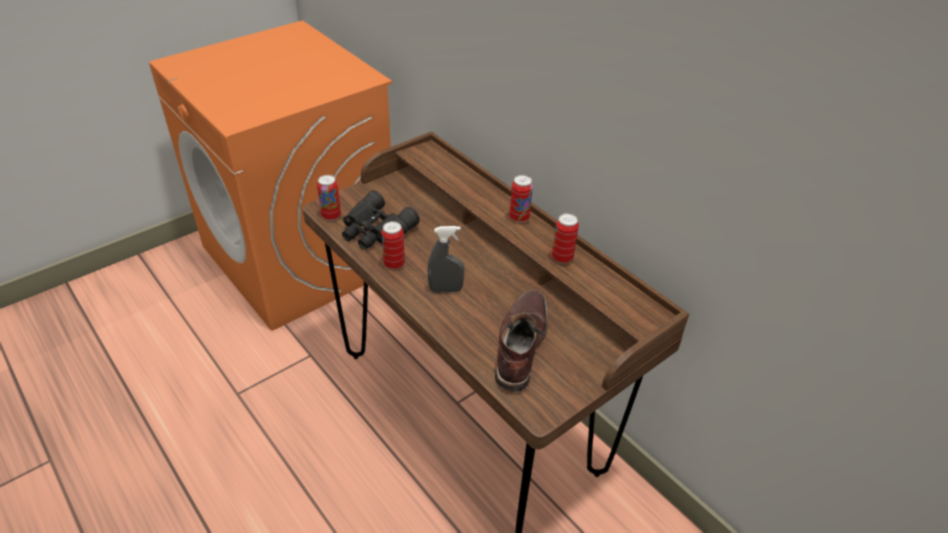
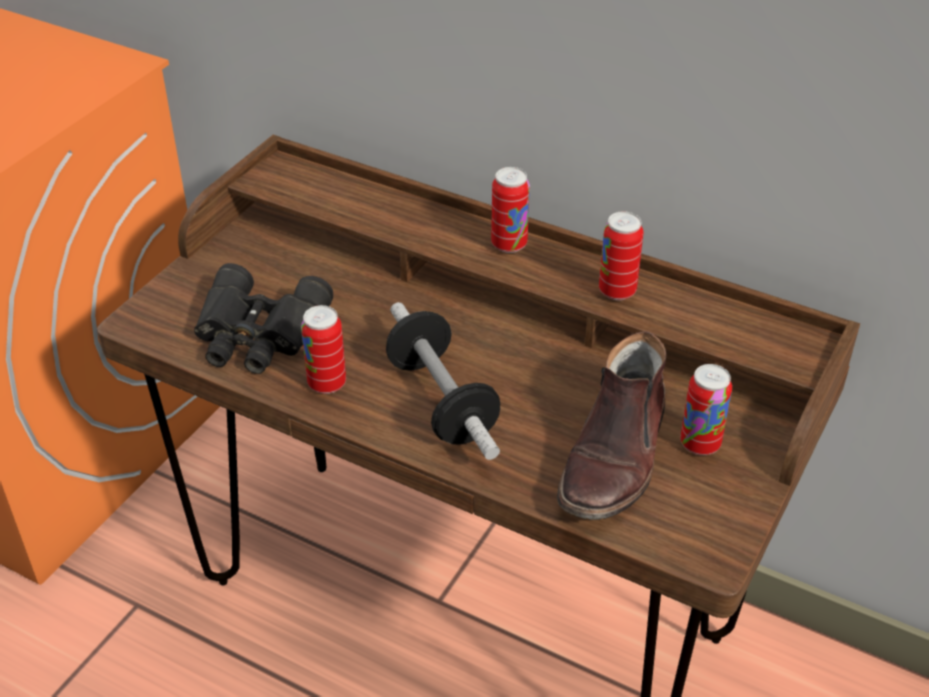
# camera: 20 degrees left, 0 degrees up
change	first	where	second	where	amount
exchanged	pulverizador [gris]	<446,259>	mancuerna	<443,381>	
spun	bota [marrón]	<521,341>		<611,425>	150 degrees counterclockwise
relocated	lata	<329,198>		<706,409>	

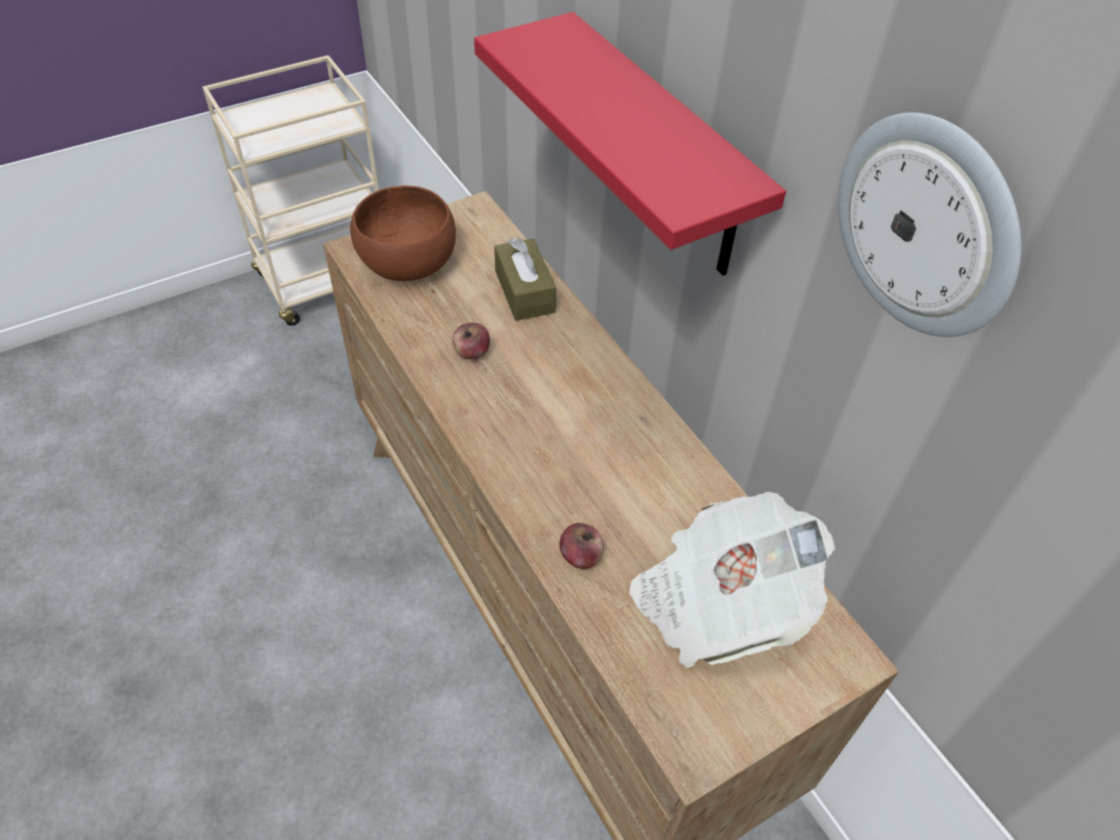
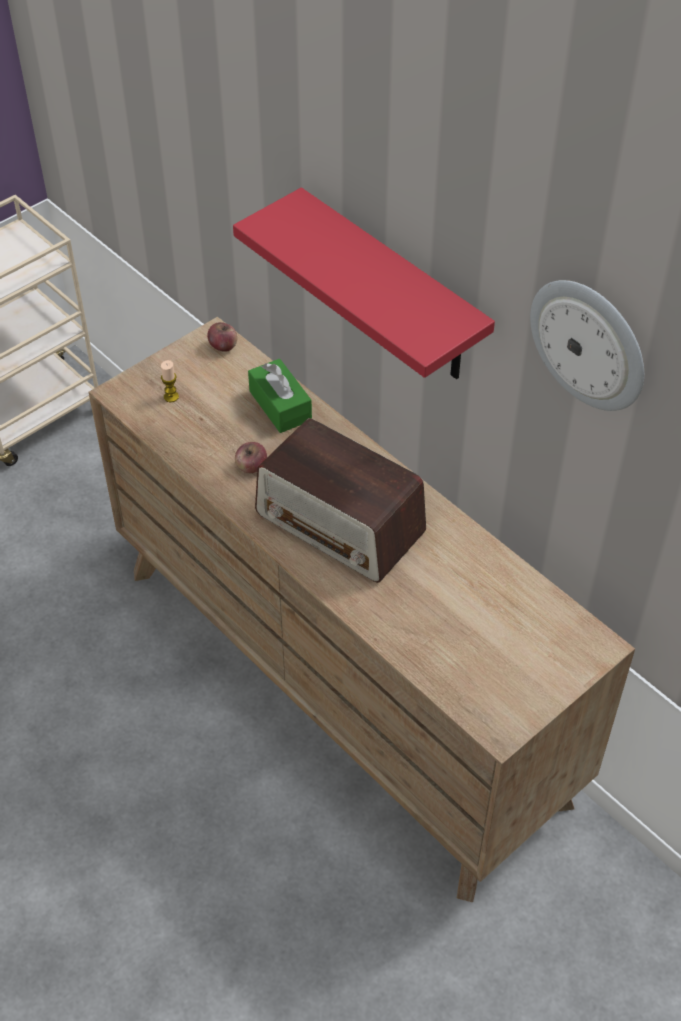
# camera: 10 degrees left, 0 degrees up
change	first	where	second	where	amount
exchanged	cuenco [marrón]	<403,233>	vela	<170,381>	
relocated	manzana	<581,546>		<222,337>	
colour	caja de pañuelos [marrón]	<525,279>	caja de pañuelos [verde]	<280,396>	
appeared			radio	<340,500>	
missing	periódico	<732,580>			

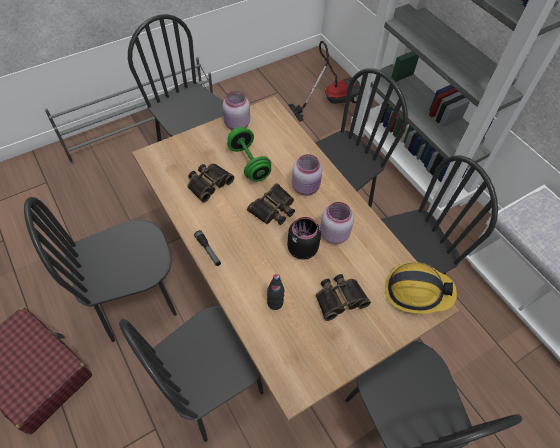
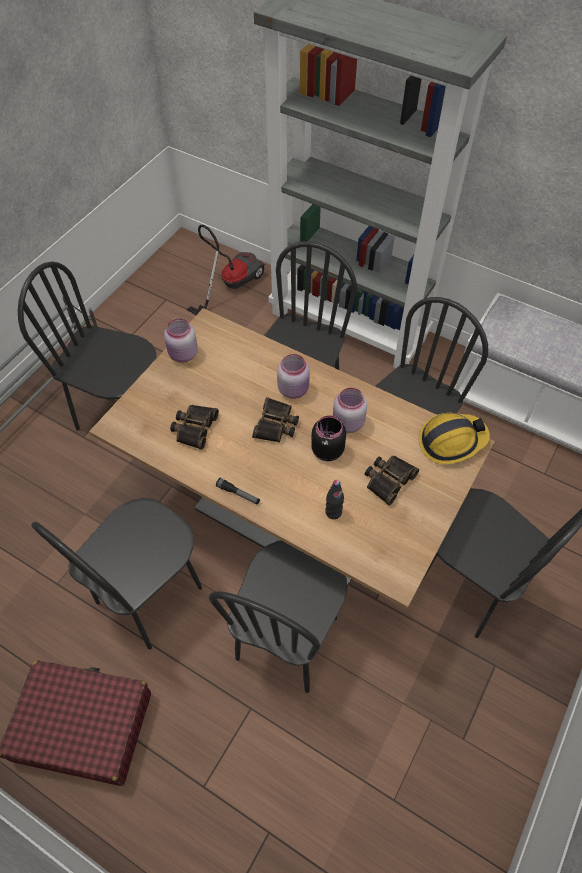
# camera: 25 degrees left, 0 degrees up
change	first	where	second	where	amount
missing	mancuerna [verde]	<249,154>			

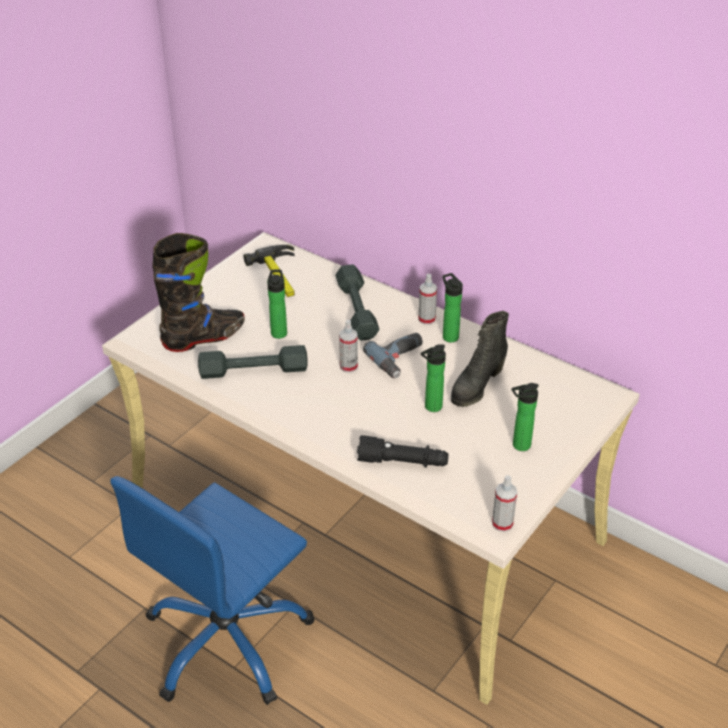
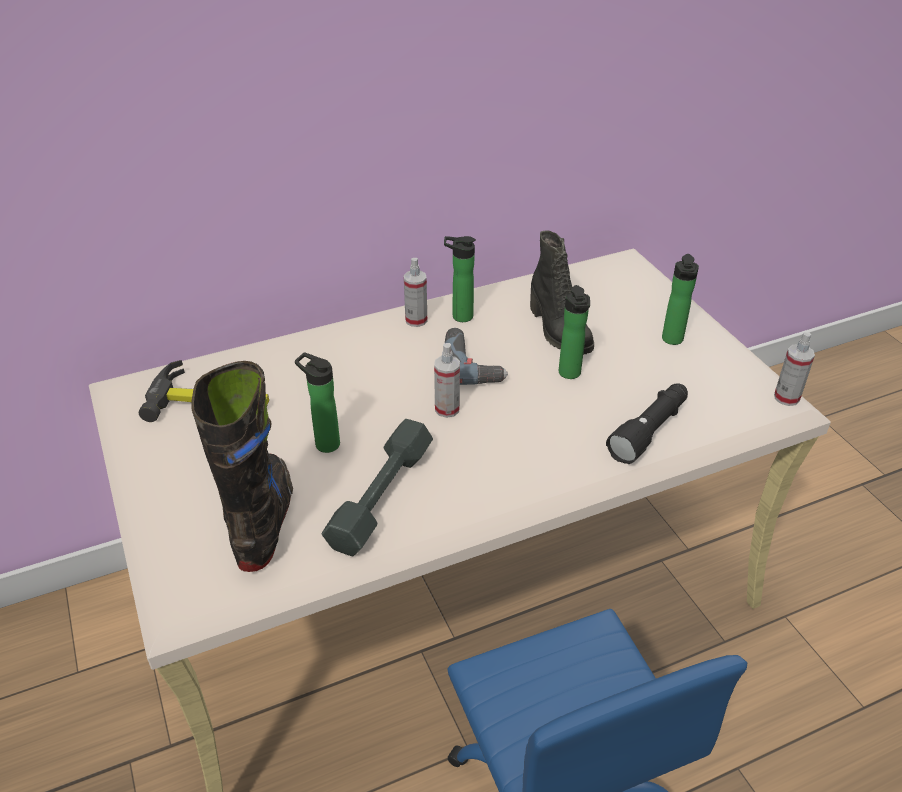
# camera: 60 degrees left, 0 degrees up
change	first	where	second	where	amount
missing	mancuerna [gris]	<357,302>			

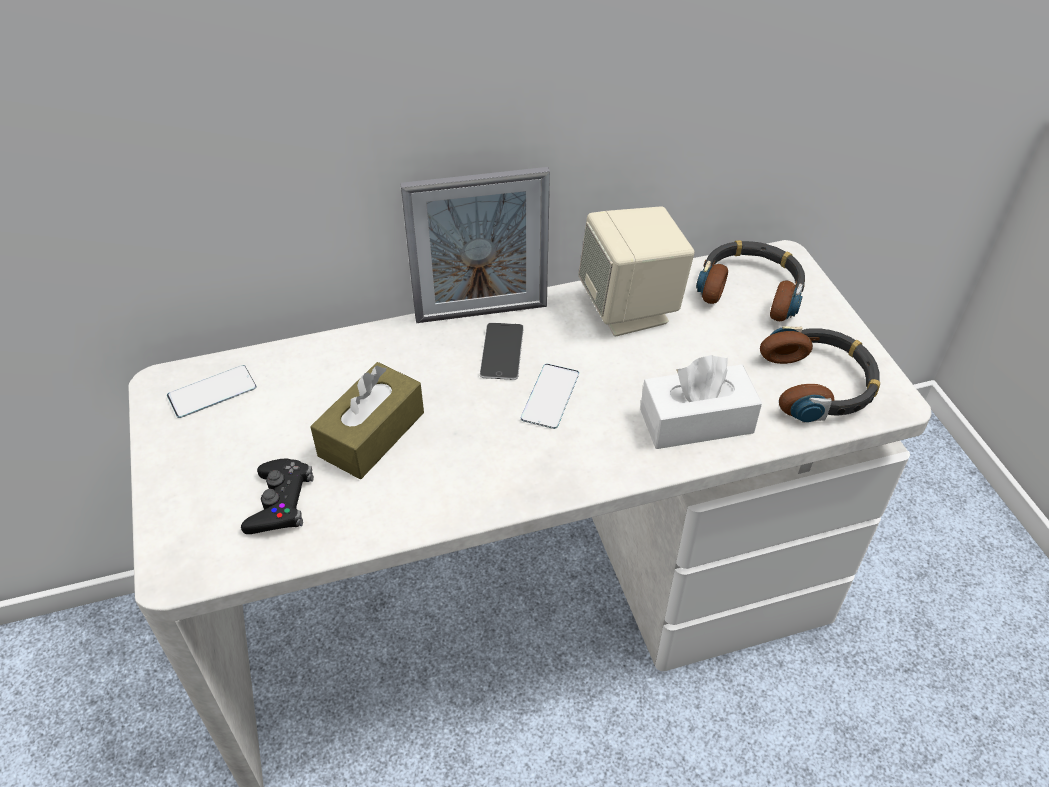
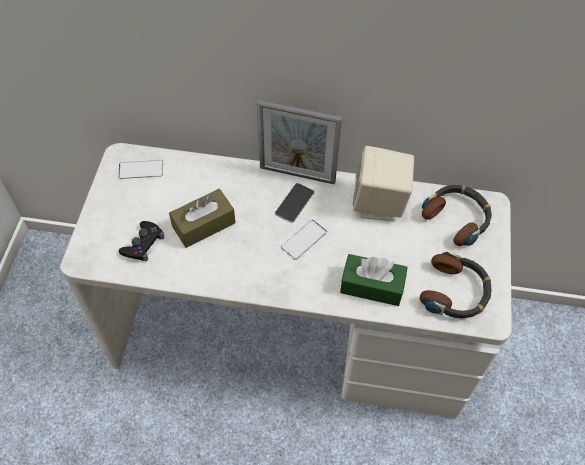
# camera: 25 degrees right, 10 degrees up
change	first	where	second	where	amount
colour	caja de pañuelos [blanco]	<701,402>	caja de pañuelos [verde]	<374,280>	

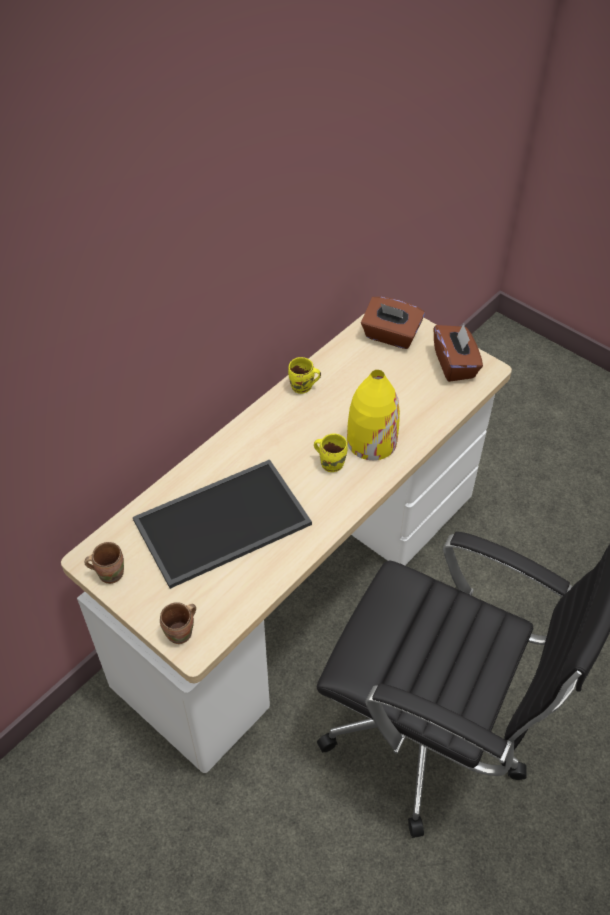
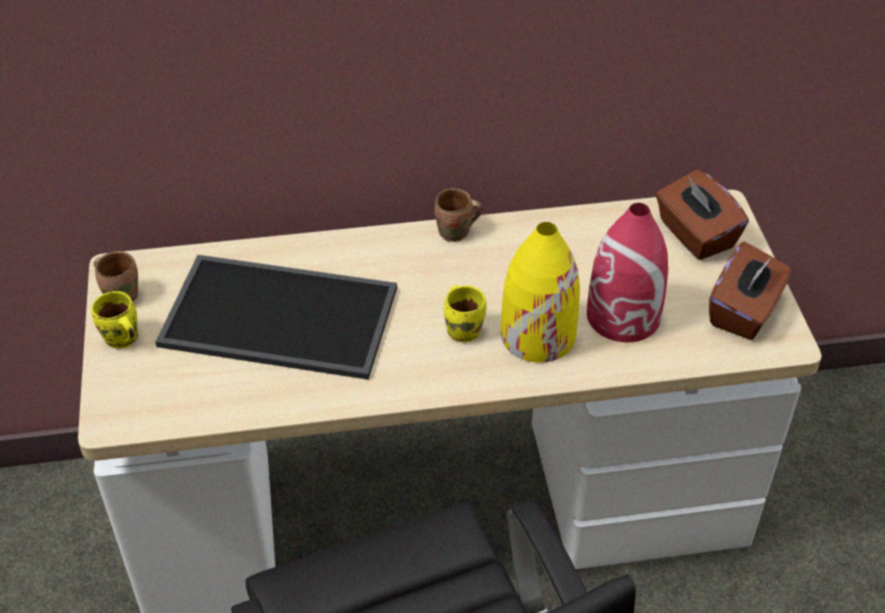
# camera: 40 degrees right, 5 degrees down
change	first	where	second	where	amount
relocated	taza grande [amarillo]	<304,375>		<114,320>	
relocated	taza grande [marrón]	<178,623>		<458,215>	
appeared			florero [rojo]	<627,272>	

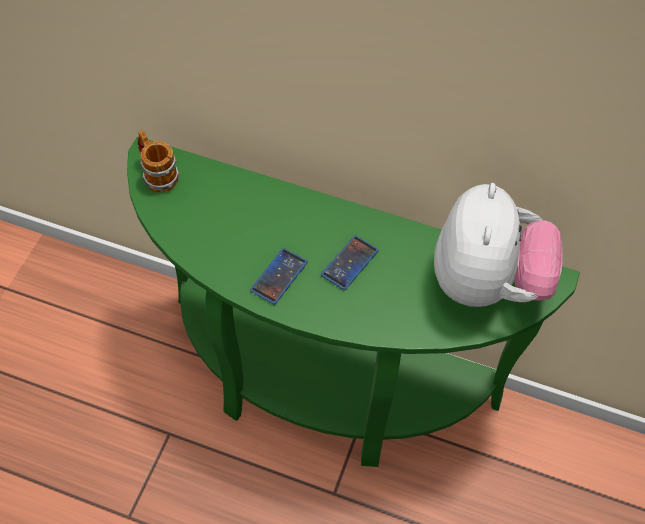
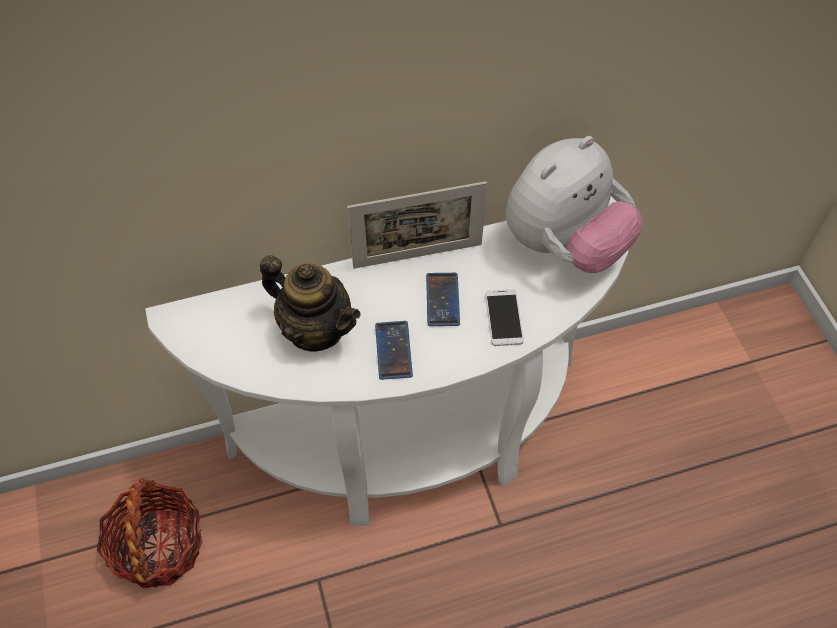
# camera: 35 degrees left, 0 degrees up
change	first	where	second	where	amount
appeared			cesta	<150,532>	
colour	mesa consola [verde]	<353,301>	mesa consola [blanco]	<387,361>	
appeared			tetera	<310,303>	
appeared			portarretratos	<417,225>	
appeared			móvil	<504,318>	
spun	peluche	<498,245>		<574,204>	75 degrees clockwise
missing	taza grande	<159,161>			

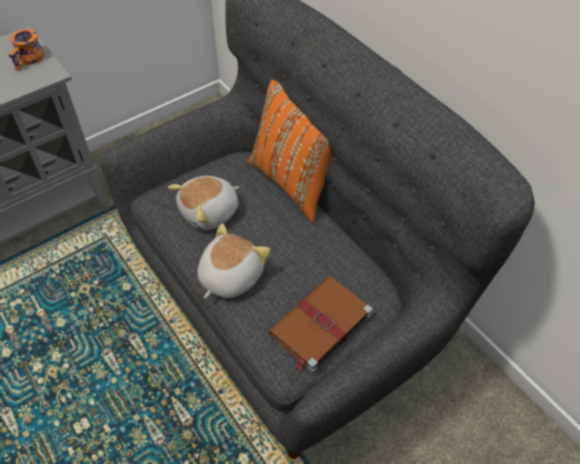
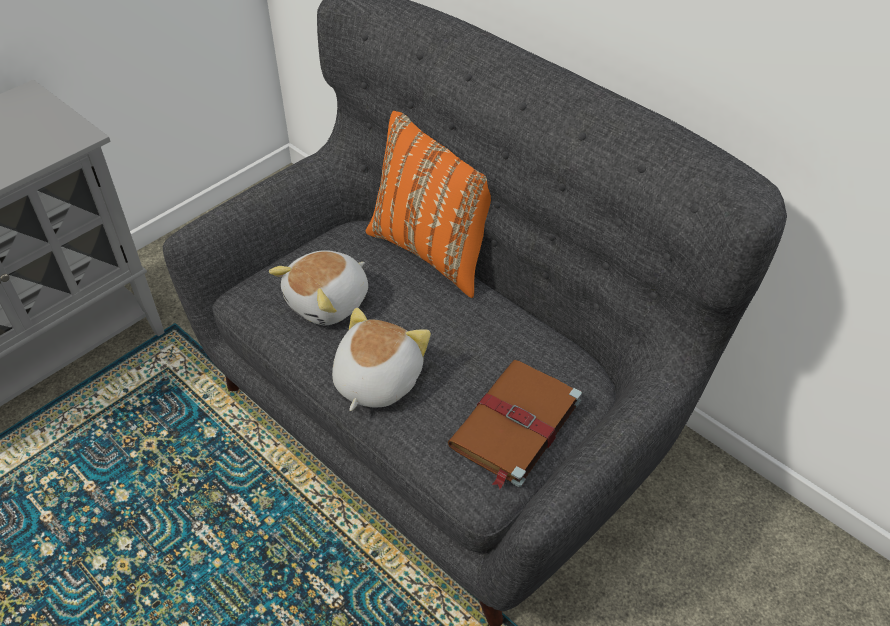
# camera: 10 degrees left, 5 degrees down
change	first	where	second	where	amount
missing	taza grande [naranja]	<26,50>			

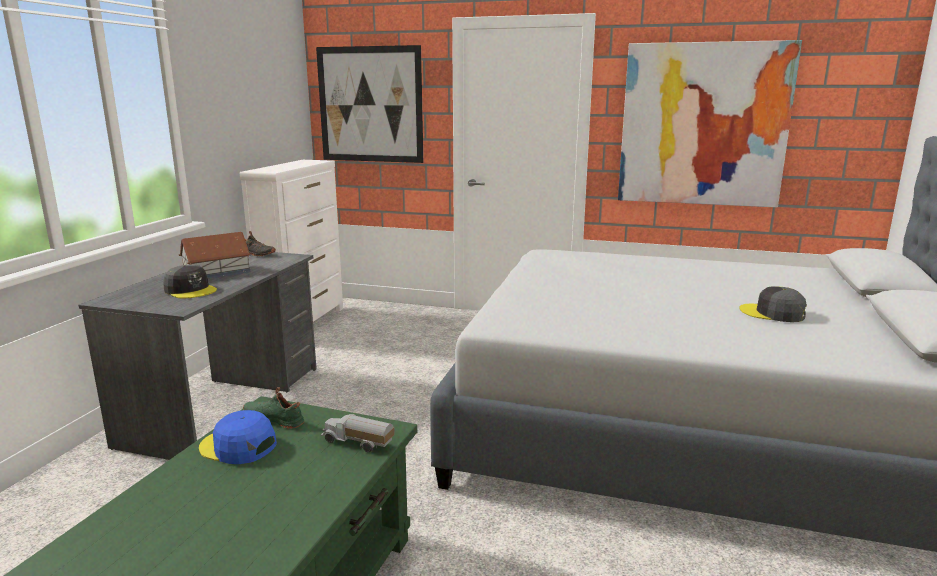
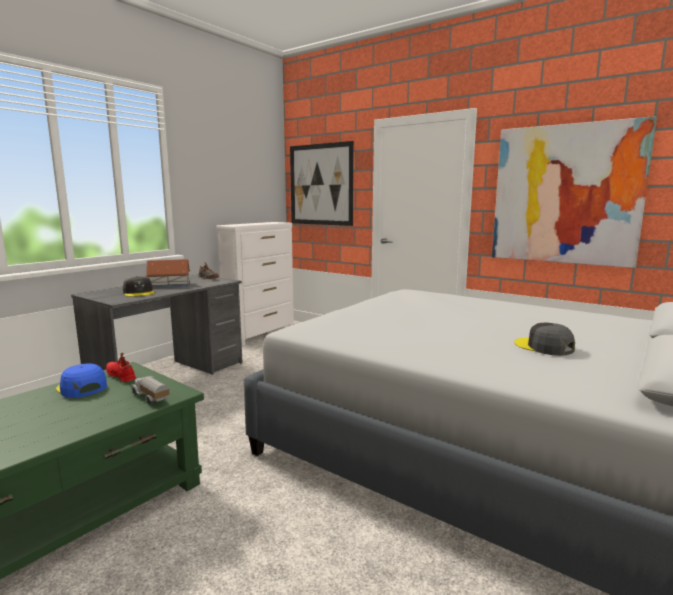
# camera: 20 degrees right, 5 degrees down
change	first	where	second	where	amount
colour	zapato [verde]	<273,408>	zapato [rojo]	<121,368>	

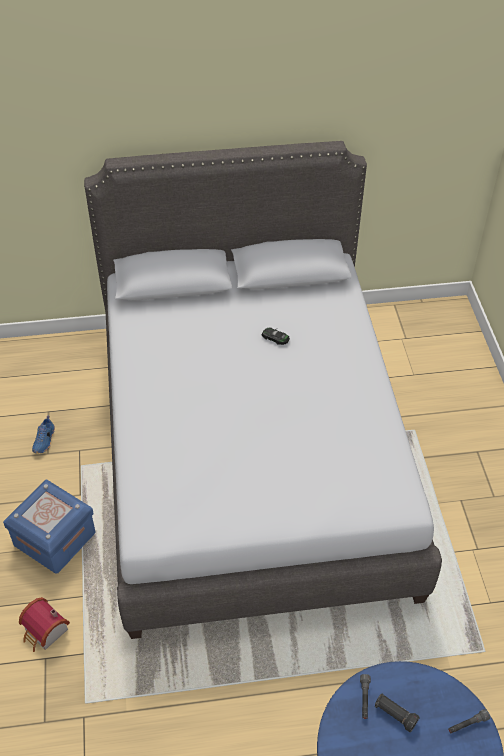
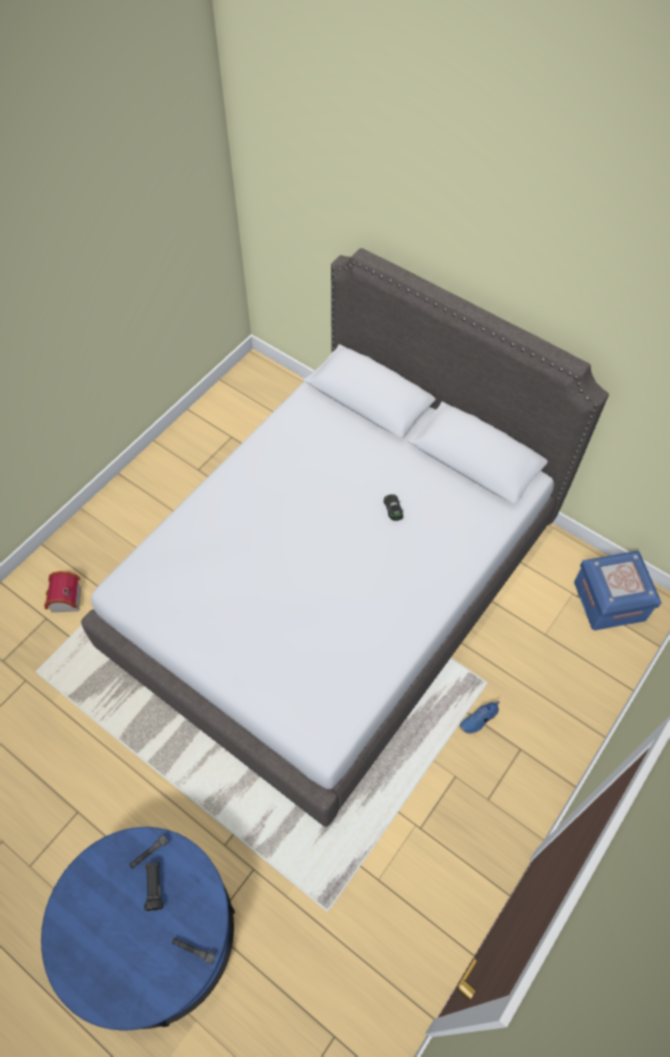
# camera: 45 degrees right, 10 degrees up
change	first	where	second	where	amount
relocated	zapato [azul]	<43,434>		<480,717>	
relocated	caja de almacenaje [azul]	<49,526>		<618,591>	

